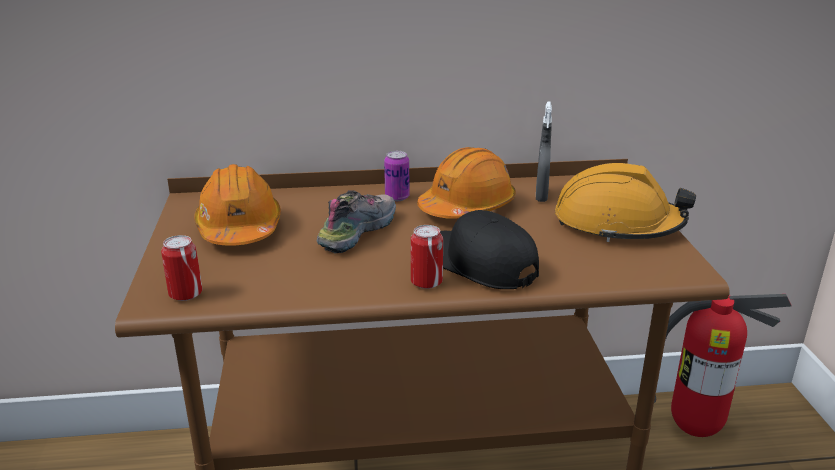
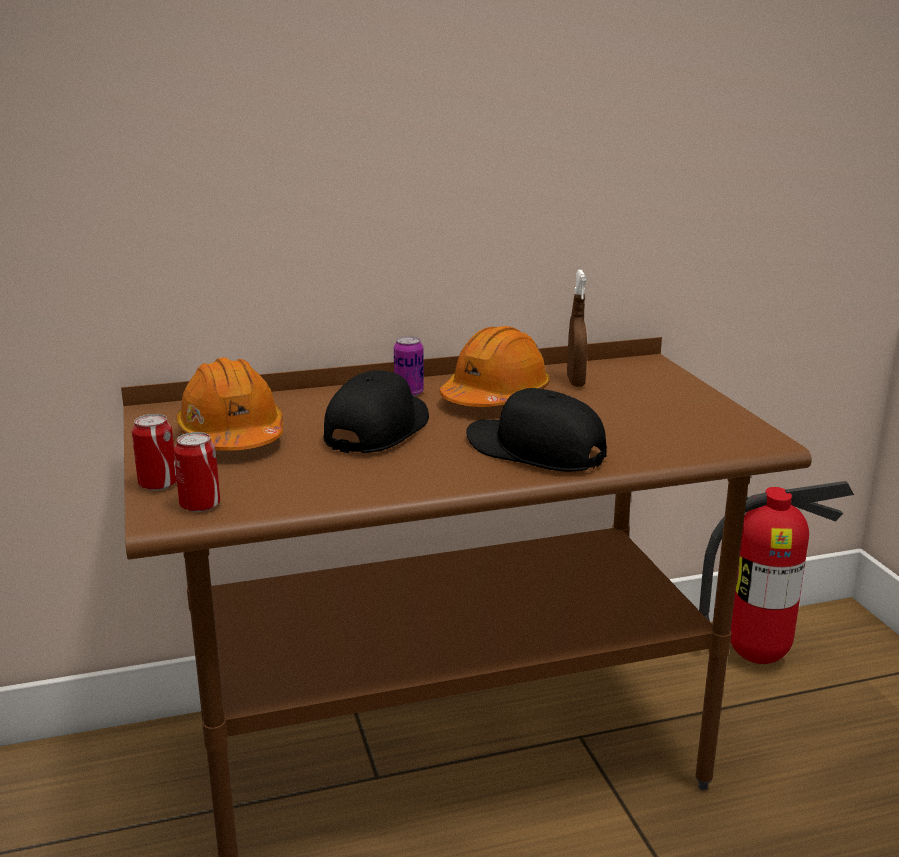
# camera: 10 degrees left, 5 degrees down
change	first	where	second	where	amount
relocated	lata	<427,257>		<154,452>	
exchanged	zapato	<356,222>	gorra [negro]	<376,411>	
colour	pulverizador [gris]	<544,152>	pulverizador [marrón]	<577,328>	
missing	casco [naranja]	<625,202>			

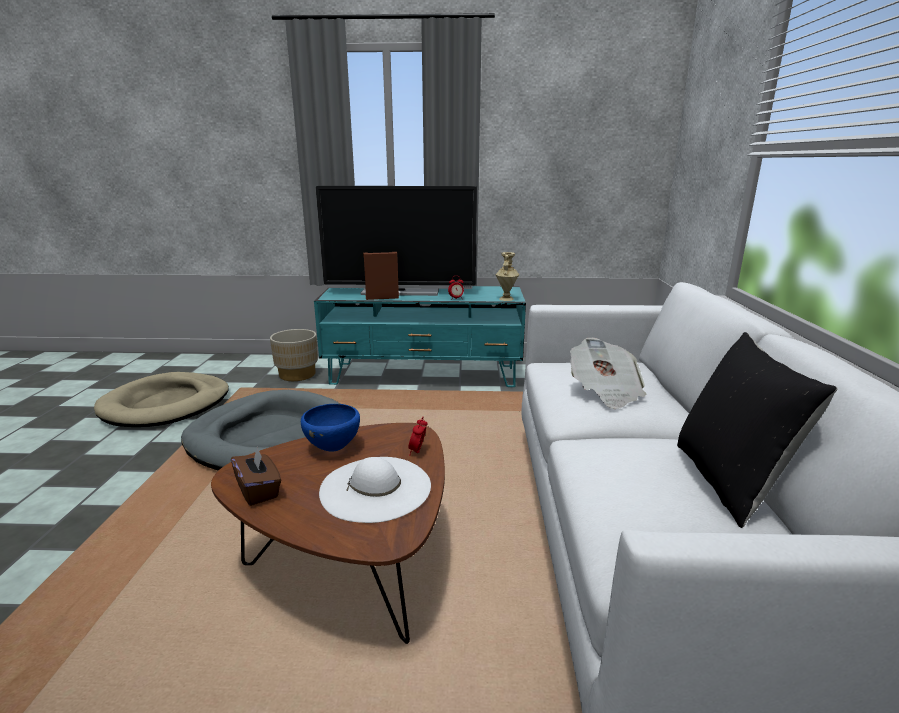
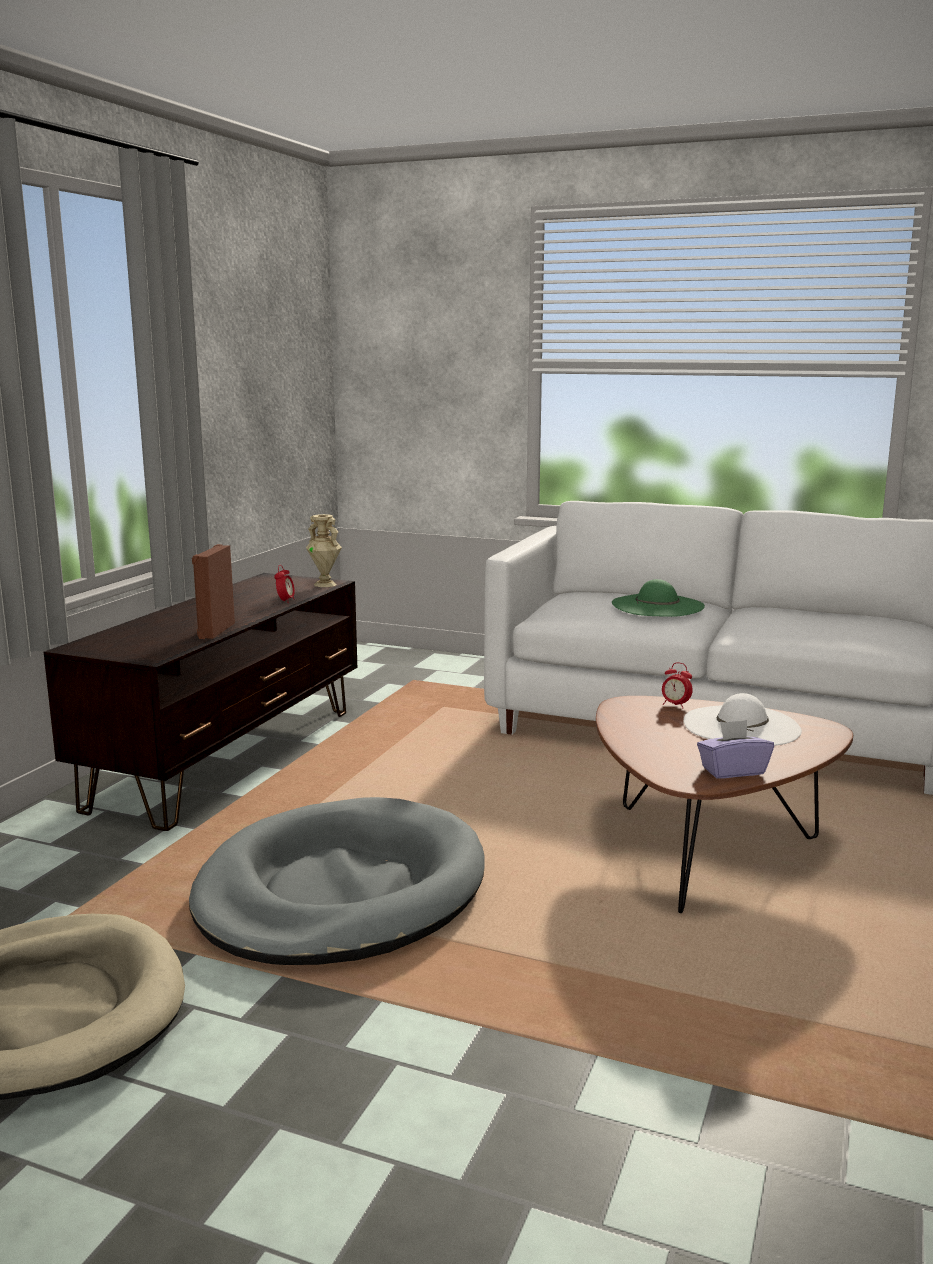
# camera: 70 degrees left, 5 degrees down
change	first	where	second	where	amount
colour	mueble de televisión [turquesa]	<420,336>	mueble de televisión [marrón]	<200,702>	
exchanged	periódico	<608,373>	sombrero [verde]	<658,598>	
colour	caja de pañuelos [marrón]	<256,476>	caja de pañuelos [morado]	<735,749>	
missing	maceta [beis]	<294,355>			
missing	cuenco [azul]	<330,427>			
missing	televisor	<396,241>			
missing	cojín [negro]	<757,430>			

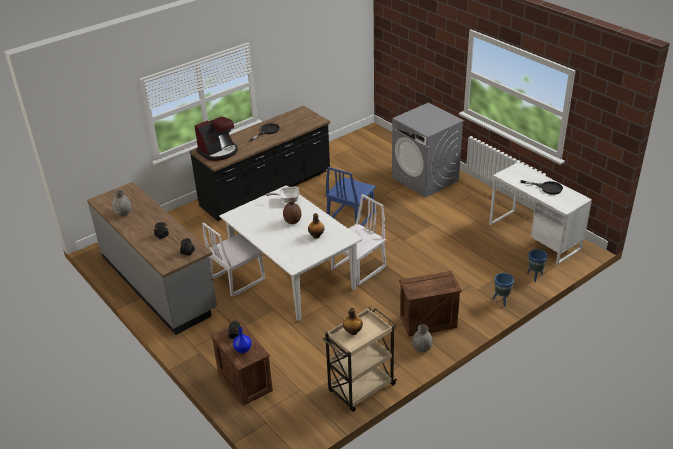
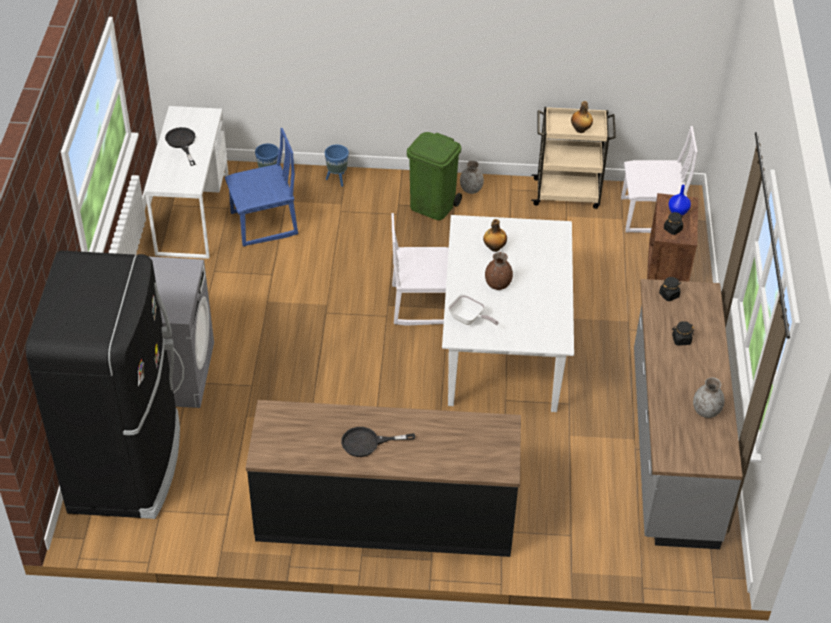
# camera: 140 degrees left, 10 degrees up
change	first	where	second	where	amount
appeared			nevera [negro]	<103,385>	
relocated	silla [azul]	<350,196>		<261,187>	
exchanged	caja de embalaje	<430,304>	papelera [verde]	<434,176>	
relocated	silla [blanco]	<233,259>		<659,179>	
missing	cafetera	<216,139>			

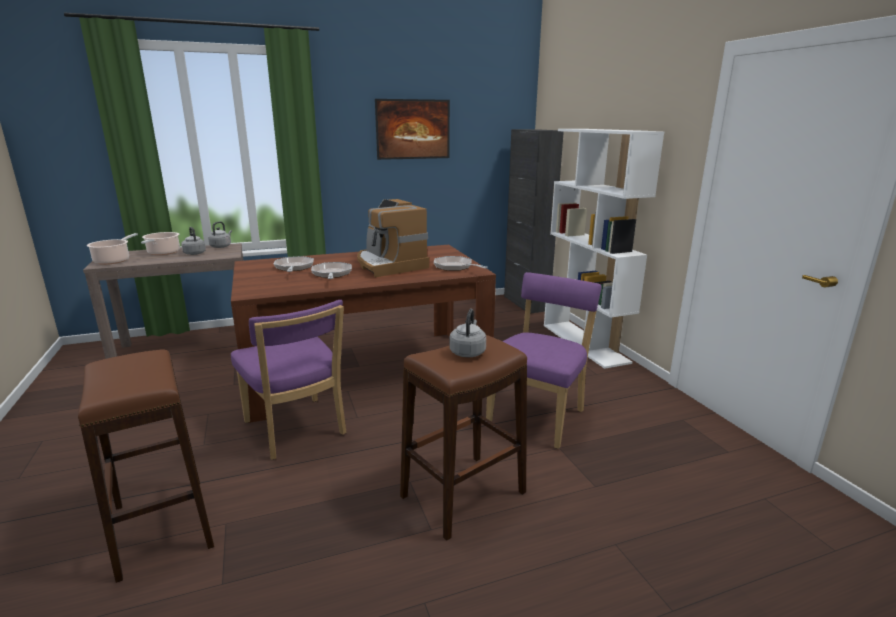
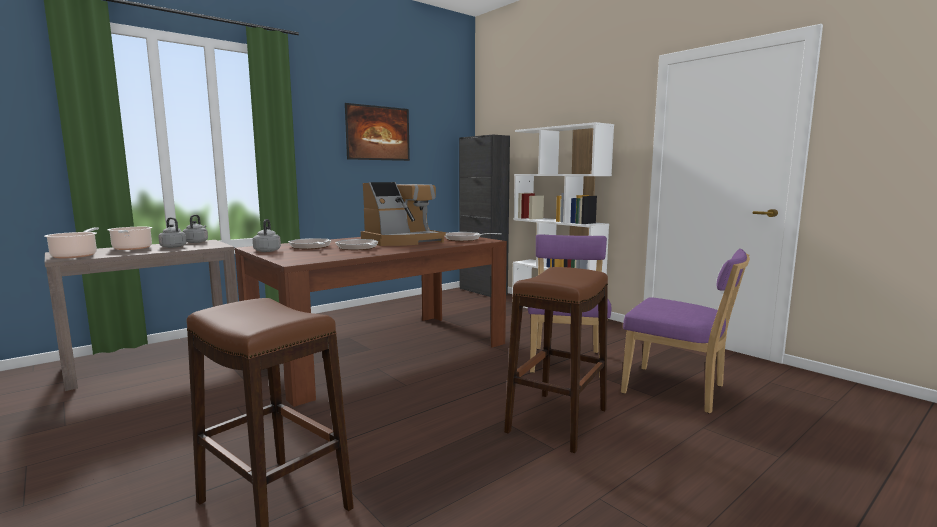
# camera: 20 degrees left, 10 degrees down
change	first	where	second	where	amount
relocated	hervidor [gris]	<467,333>		<267,235>	
spun	cafetera	<393,238>		<403,214>	75 degrees counterclockwise
relocated	silla [morado]	<288,380>		<685,331>	

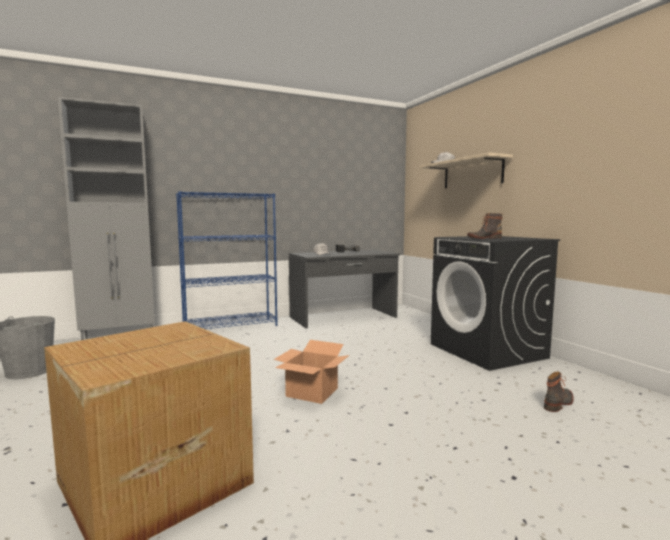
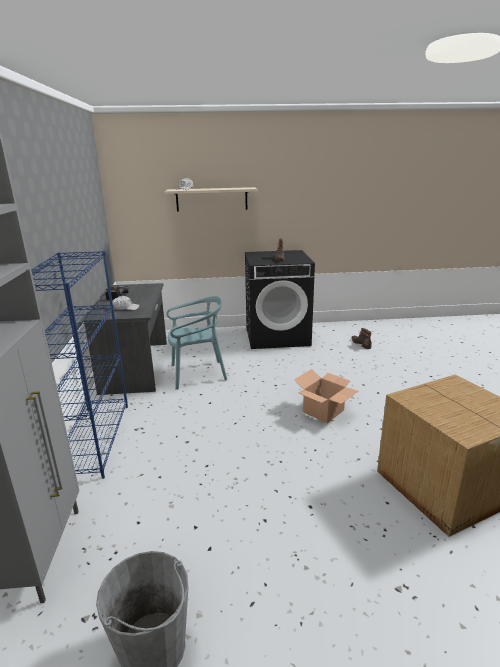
# camera: 70 degrees left, 15 degrees up
change	first	where	second	where	amount
appeared			silla [turquesa]	<196,343>	

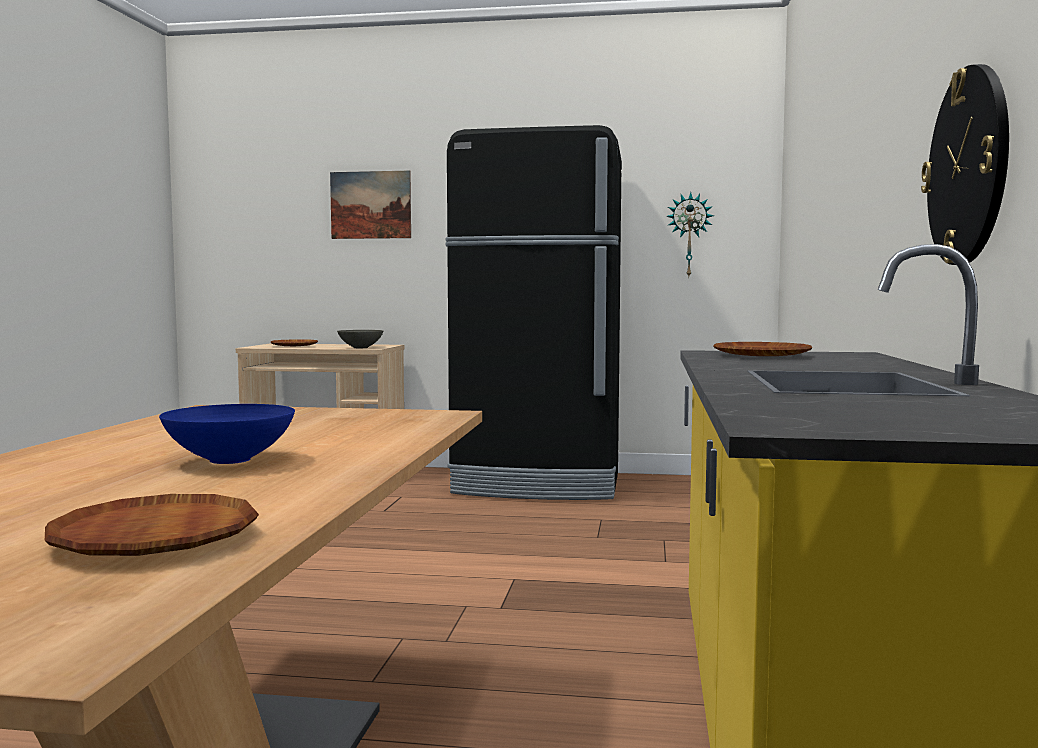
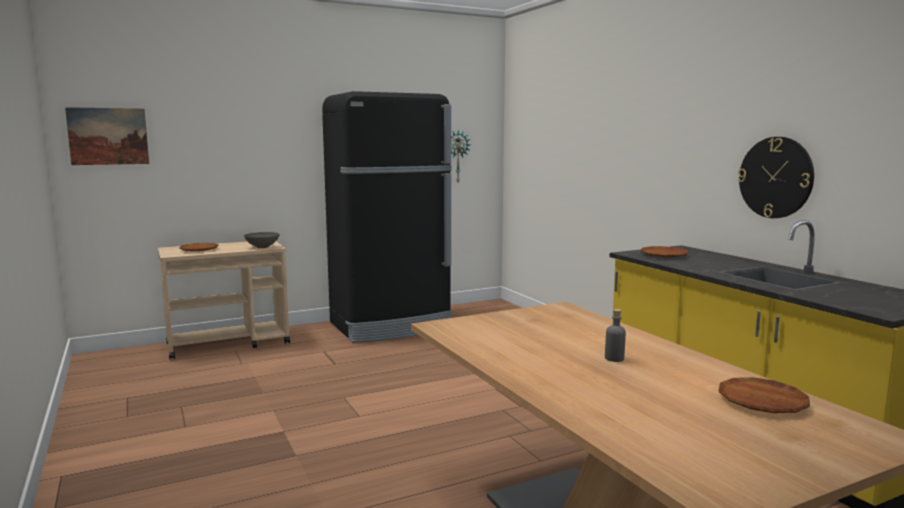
# camera: 35 degrees left, 5 degrees up
change	first	where	second	where	amount
relocated	cuadro	<370,205>		<107,136>	
exchanged	cuenco [azul]	<227,434>	botella [gris]	<615,335>	

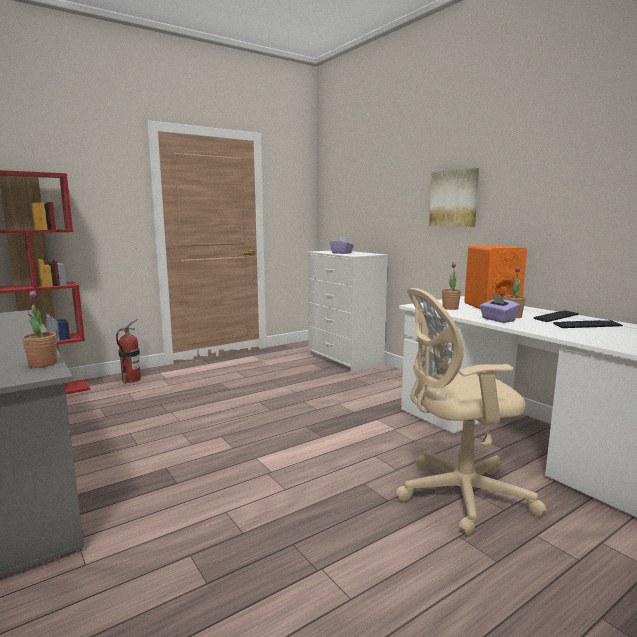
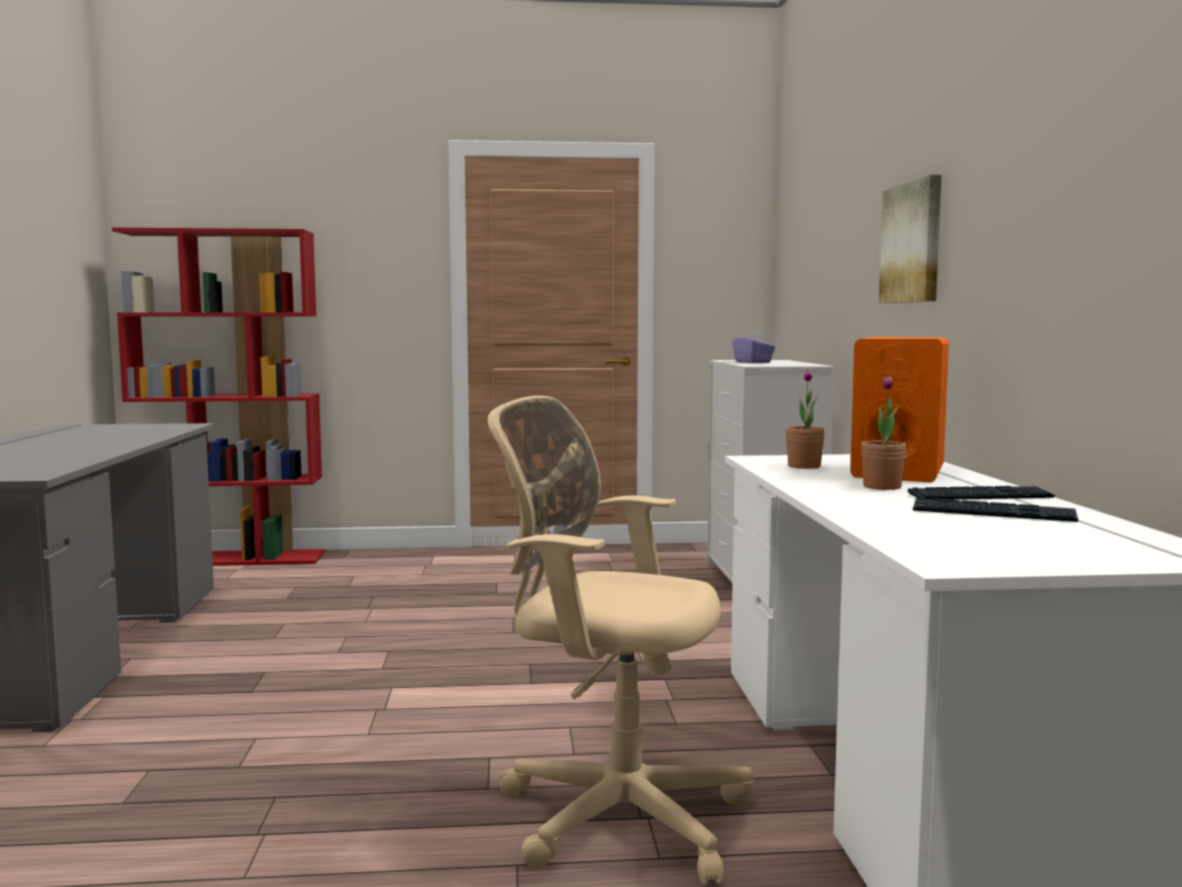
# camera: 30 degrees right, 5 degrees down
change	first	where	second	where	amount
missing	planta en maceta	<39,329>			
missing	extintor	<128,350>			
missing	caja de pañuelos [morado]	<500,308>			

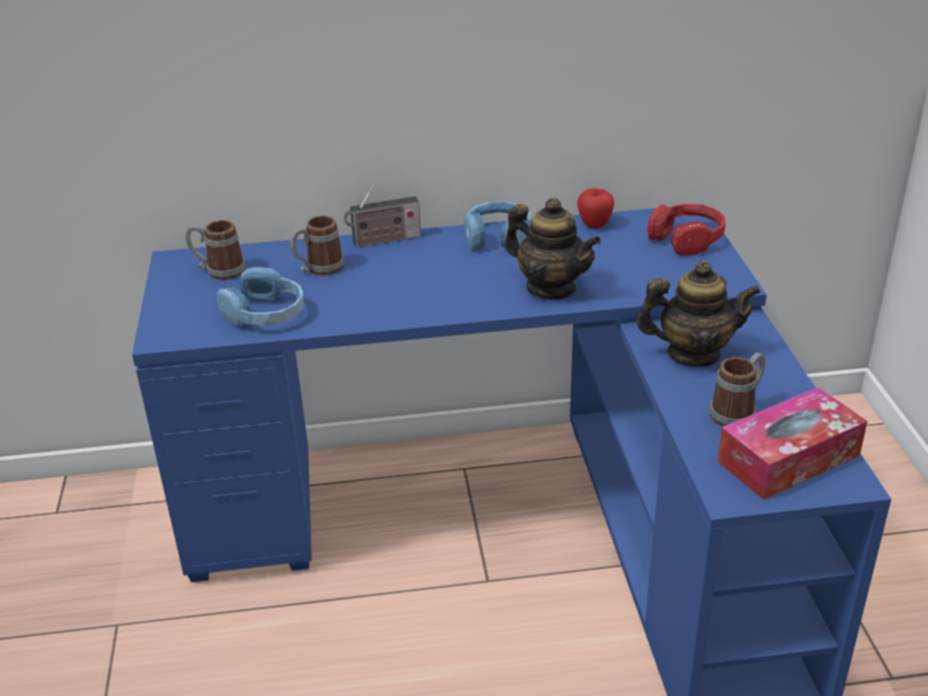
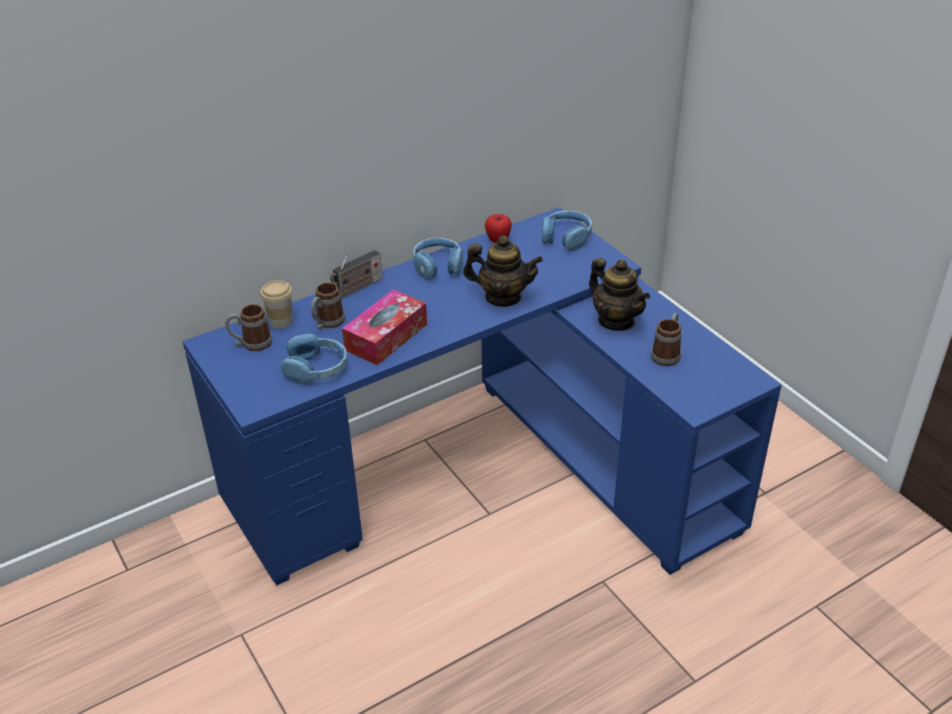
# camera: 25 degrees left, 5 degrees up
change	first	where	second	where	amount
appeared			taza	<276,304>	
relocated	caja de pañuelos	<792,443>		<384,327>	
colour	auriculares [rojo]	<686,230>	auriculares [azul]	<567,231>	
spun	tetera	<698,314>		<619,294>	75 degrees clockwise

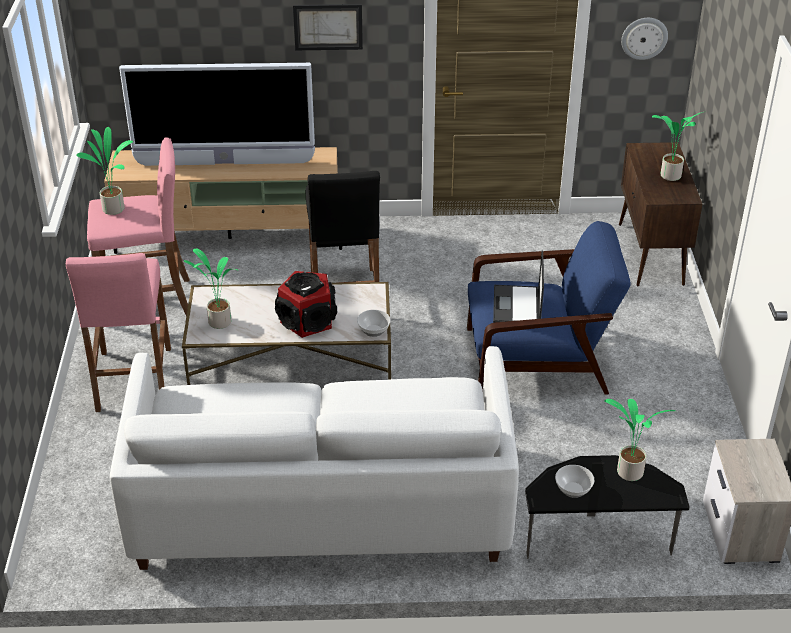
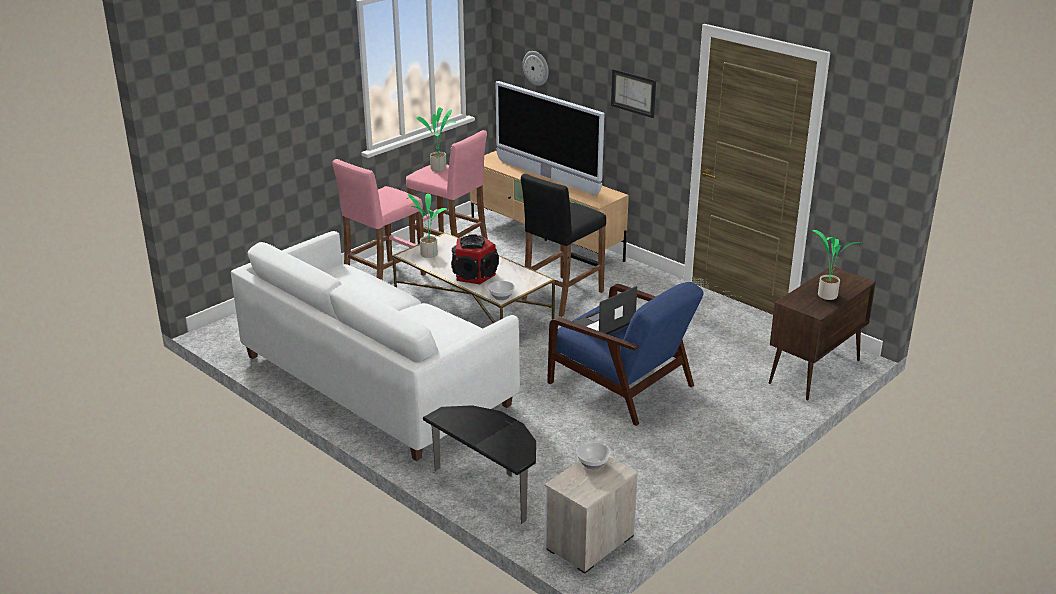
# camera: 45 degrees right, 10 degrees down
change	first	where	second	where	amount
relocated	reloj de pared	<644,39>		<536,68>	
relocated	cuenco	<575,481>		<593,455>	
missing	planta en maceta	<640,440>			

